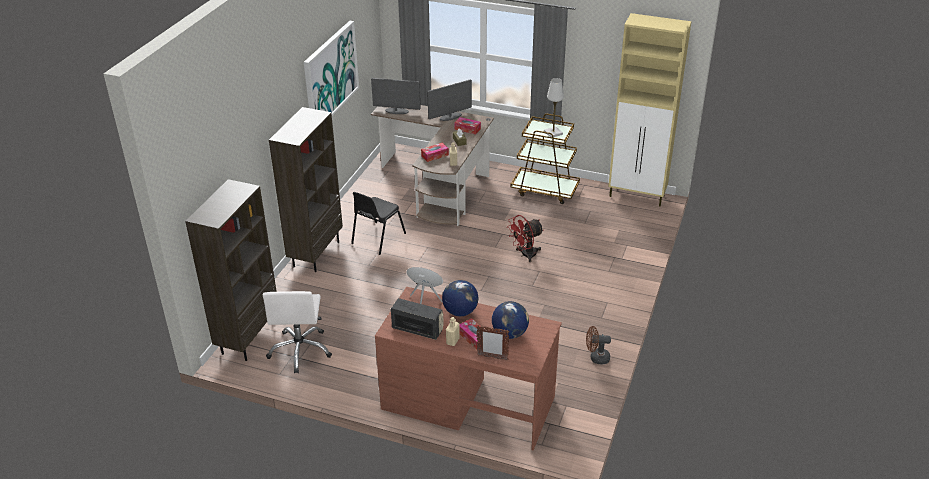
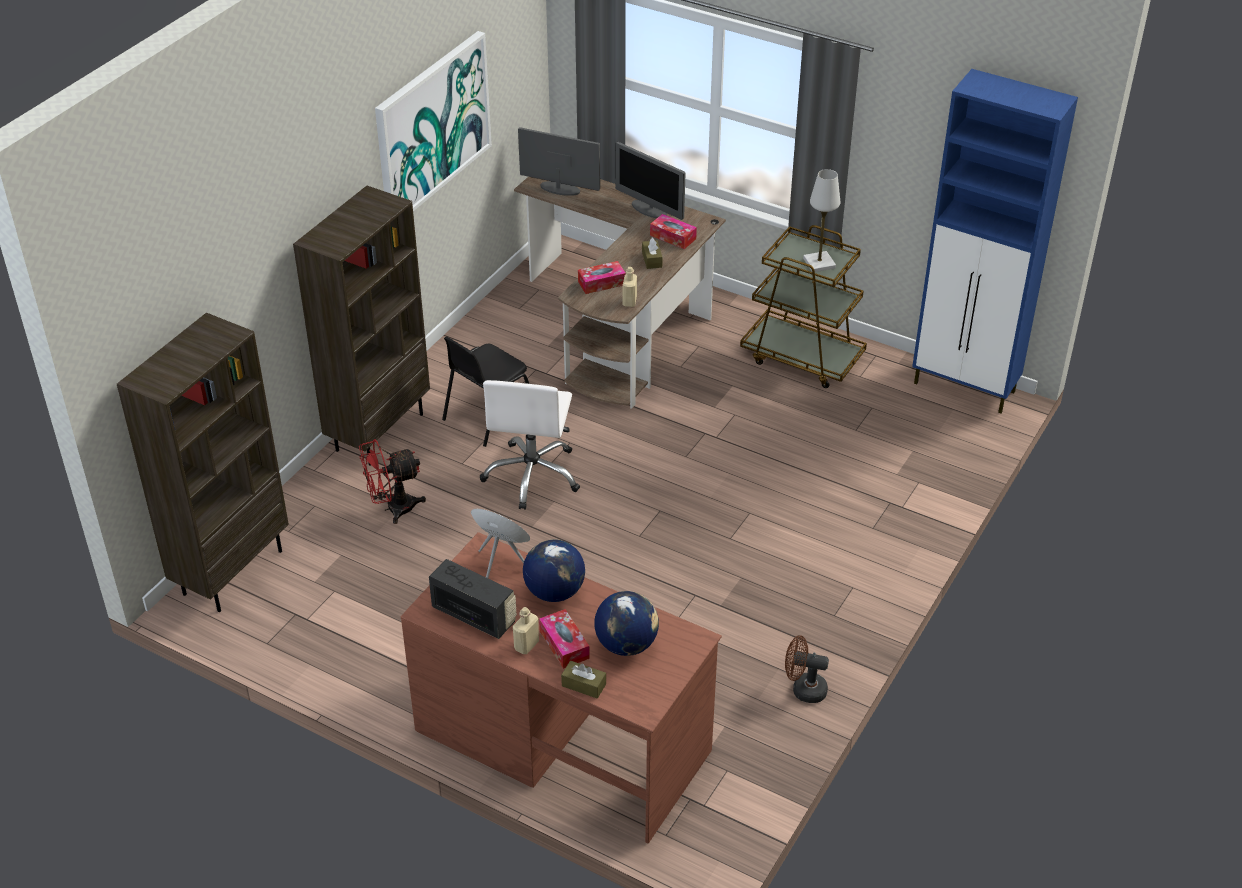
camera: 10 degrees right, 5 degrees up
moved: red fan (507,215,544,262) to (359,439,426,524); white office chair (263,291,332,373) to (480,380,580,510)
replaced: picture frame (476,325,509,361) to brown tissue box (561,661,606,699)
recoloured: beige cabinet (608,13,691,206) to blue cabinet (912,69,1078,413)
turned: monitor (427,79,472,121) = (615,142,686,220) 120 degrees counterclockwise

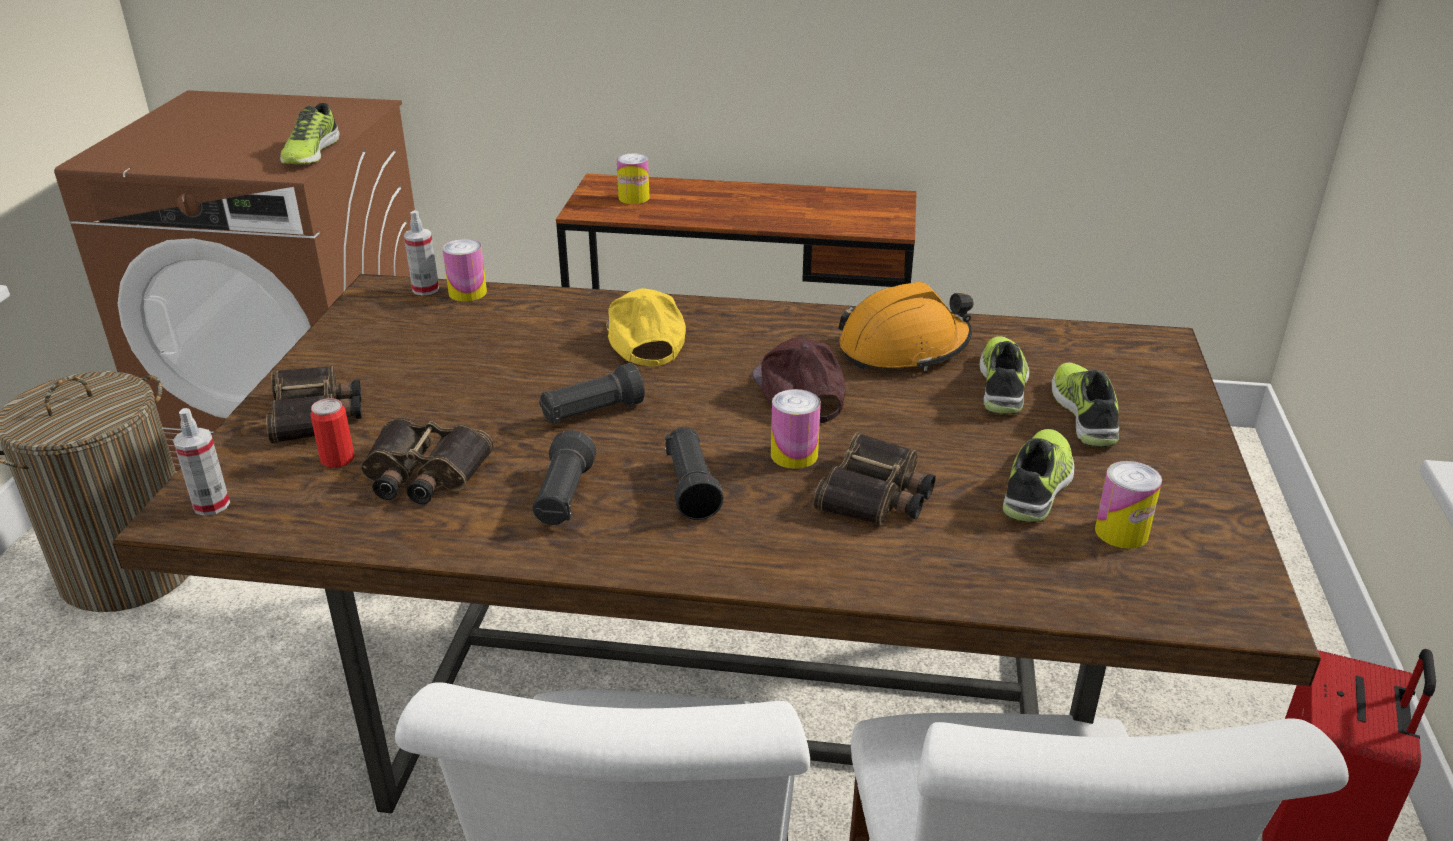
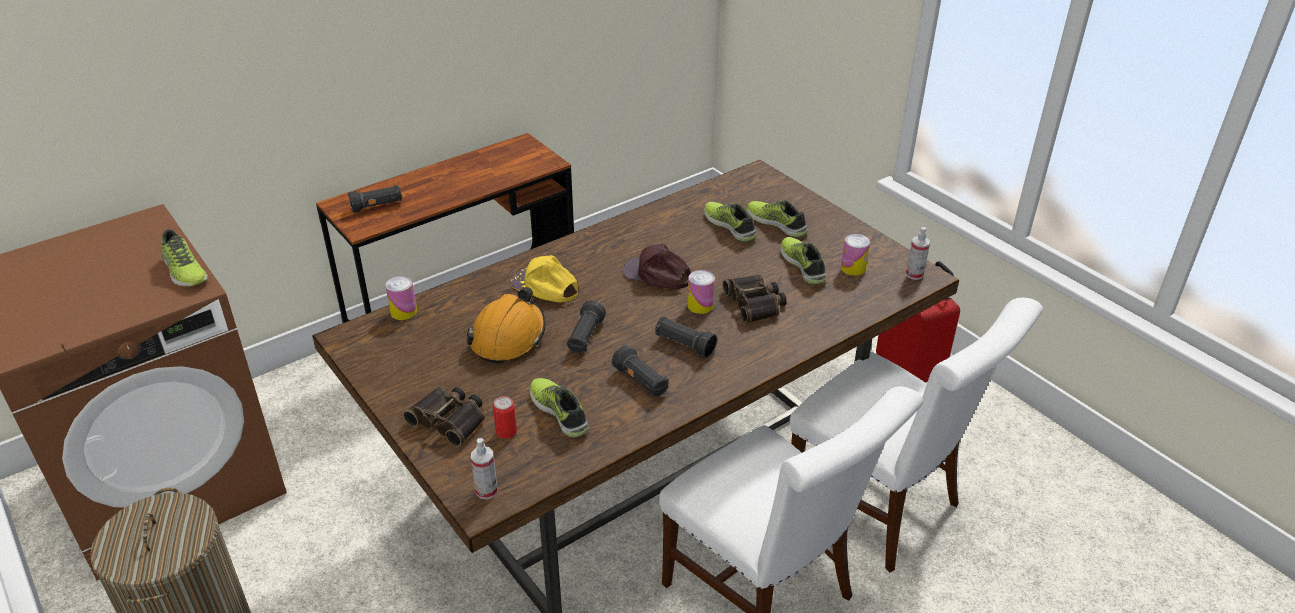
camera: 45 degrees left, 5 degrees up
moved: orange hard hat (838,282,974,371) to (467,287,546,364); spray bottle (404,210,439,296) to (906,227,930,280)
replaced: can (617,153,649,204) to black flashlight (348,185,402,213); binoculars (361,418,494,504) to shoe (530,378,589,438)

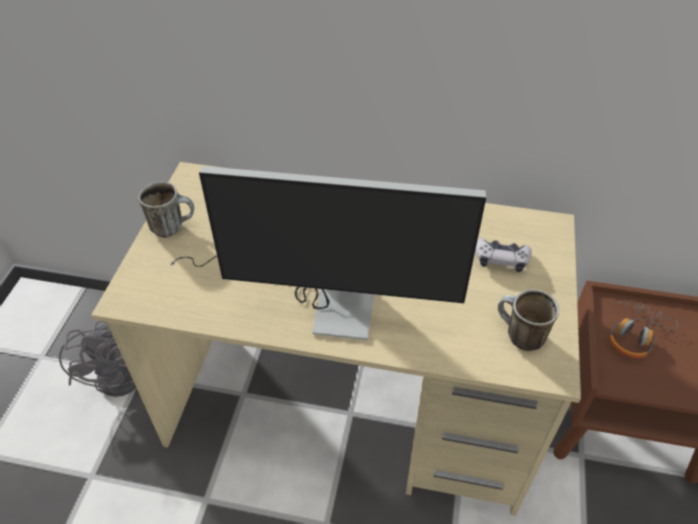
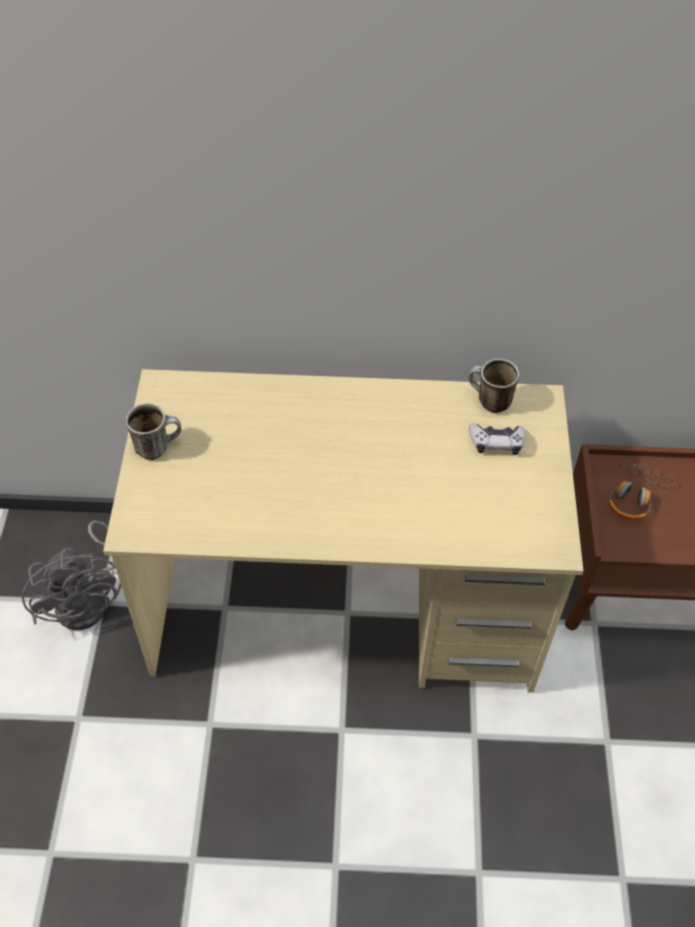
camera: 10 degrees left, 5 degrees up
removed: monitor (170,166,486,340)
moved: mug (498,289,559,351) to (468,359,519,413)

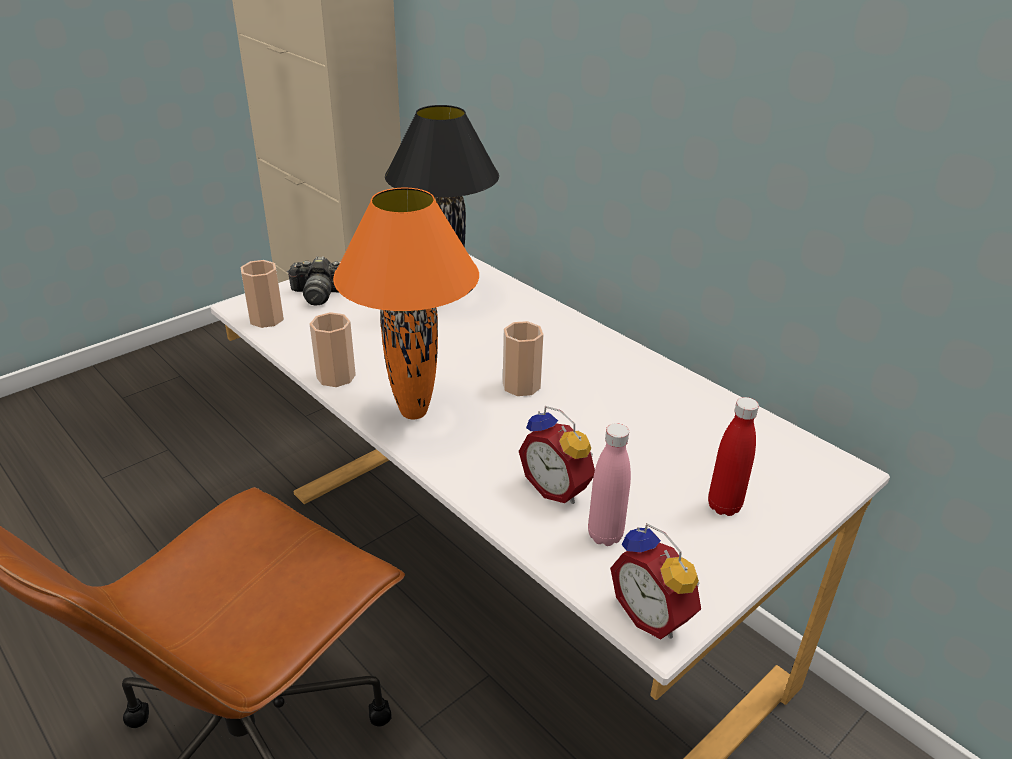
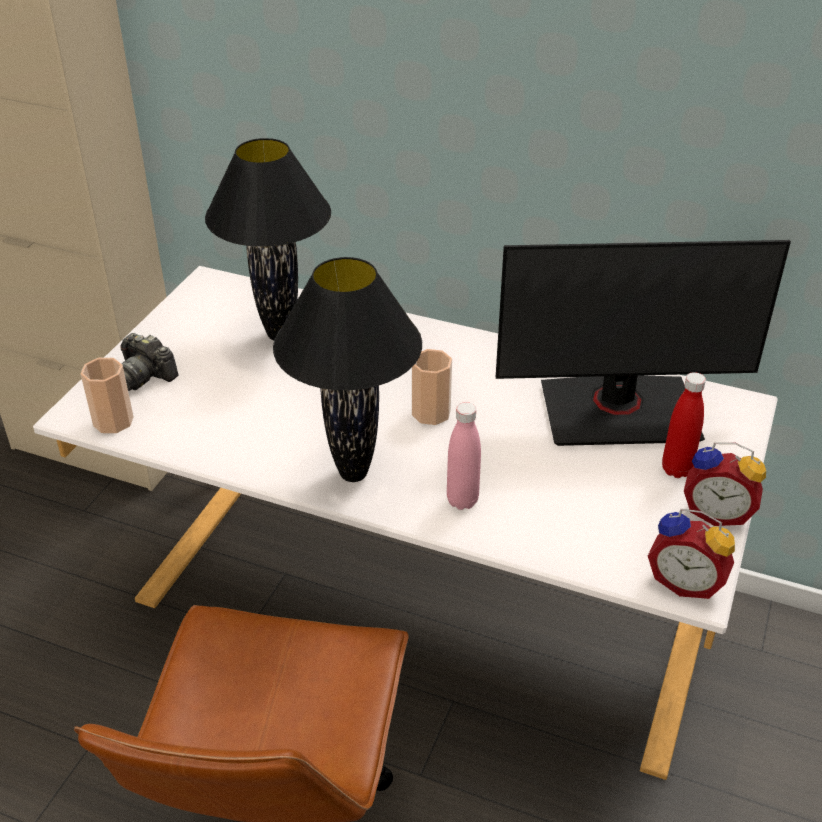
camera: 25 degrees left, 5 degrees up
removed: cup (310,312,356,387)
added: monitor (496,240,791,446)
moved: pink bottle (588,423,631,546) to (447,402,481,510); alarm clock (519,406,595,504) to (684,442,766,526)
recoloured: orange table lamp (333,188,479,419) to black table lamp (273,257,422,482)
turned: photo camera (288,256,340,305) = (120,333,179,391) 60 degrees clockwise

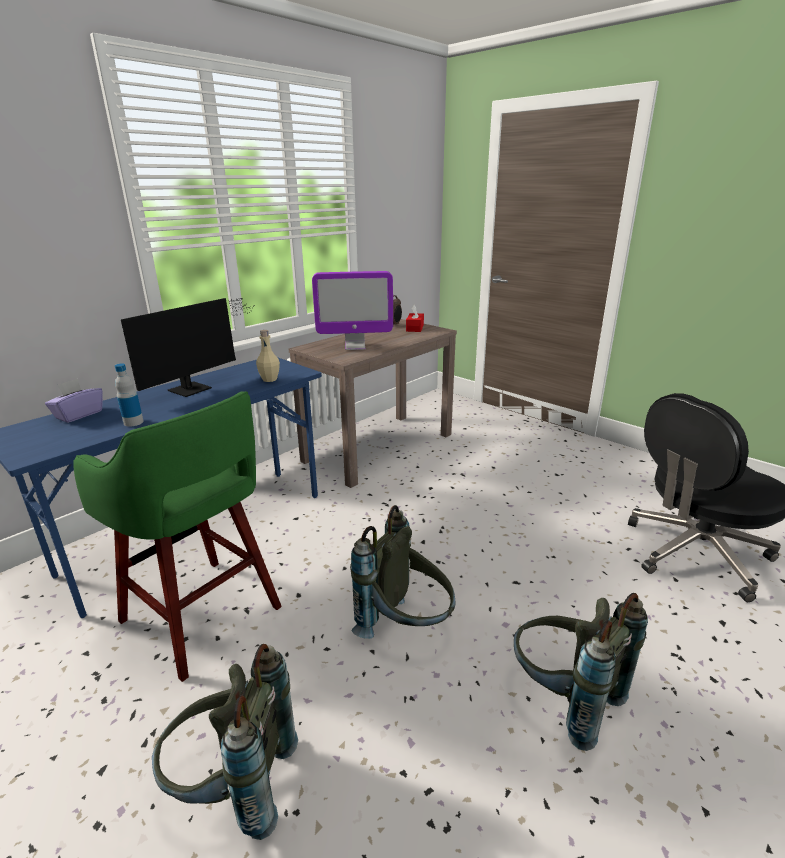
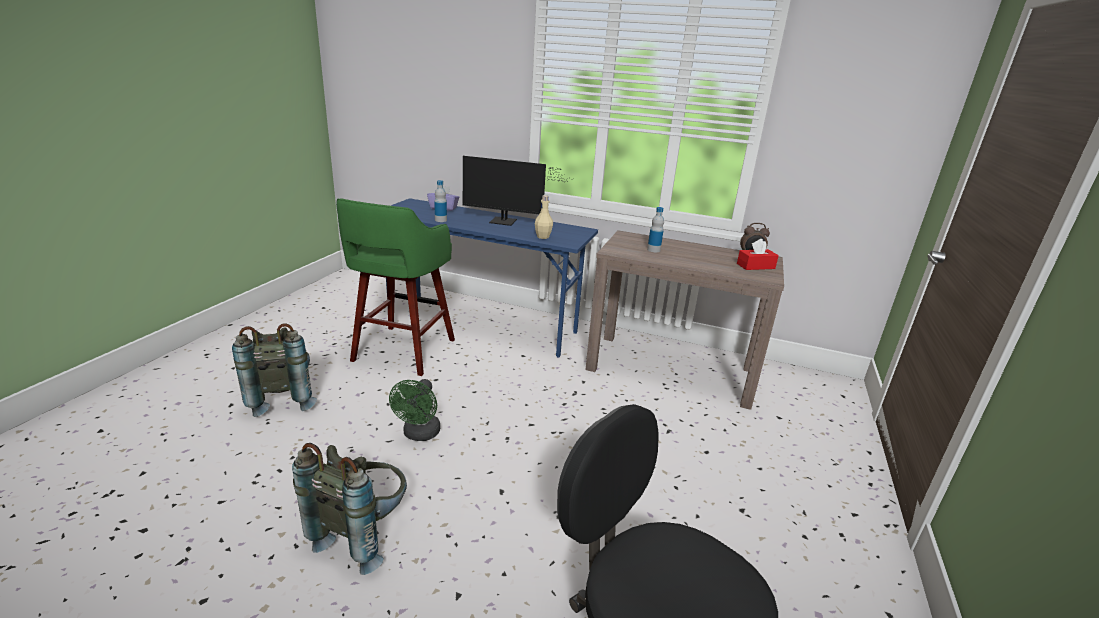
camera: 65 degrees right, 0 degrees up
replaced: grey backpack (350,505,455,639) to green fan (389,379,440,441); monitor (312,271,393,350) to bottle (647,207,664,252)

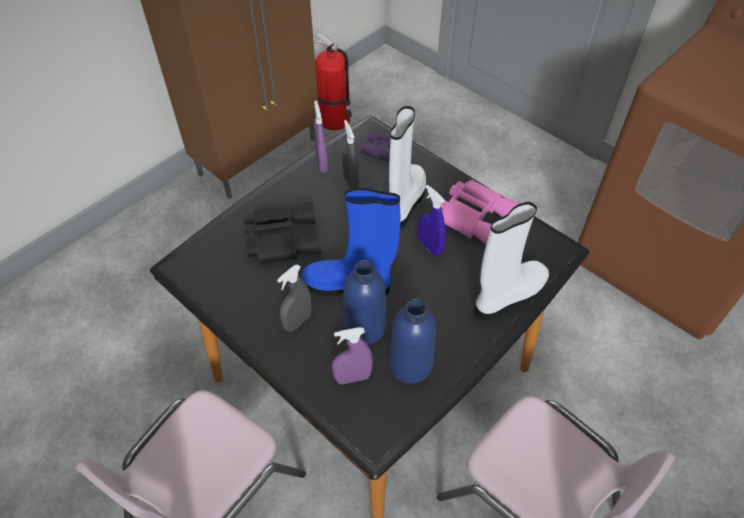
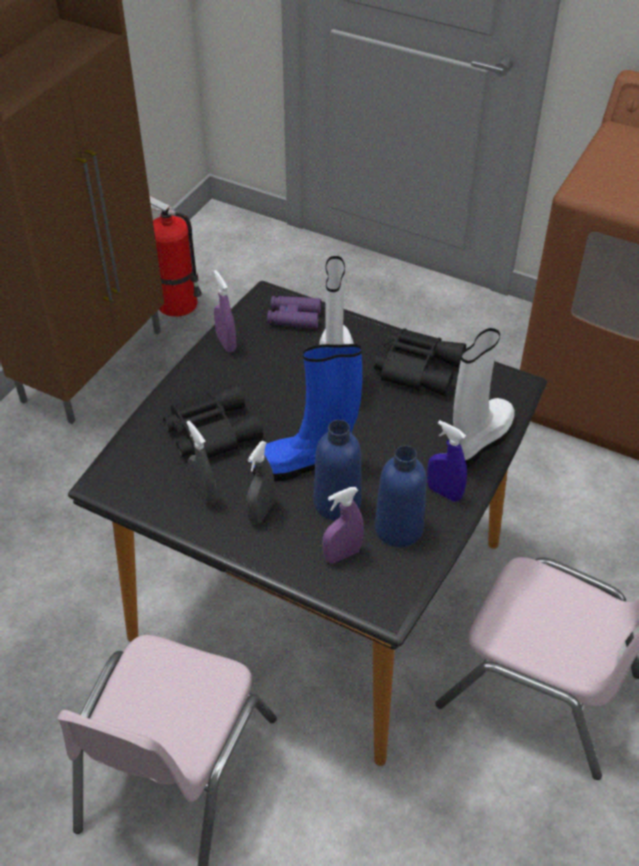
camera: 15 degrees left, 5 degrees down
moved: grey spray bottle (342,120,359,189) to (186,420,217,507); blue spray bottle (418,185,446,256) to (427,420,467,502)
recoloured: pink binoculars (440,179,521,244) to black binoculars (374,328,466,396)

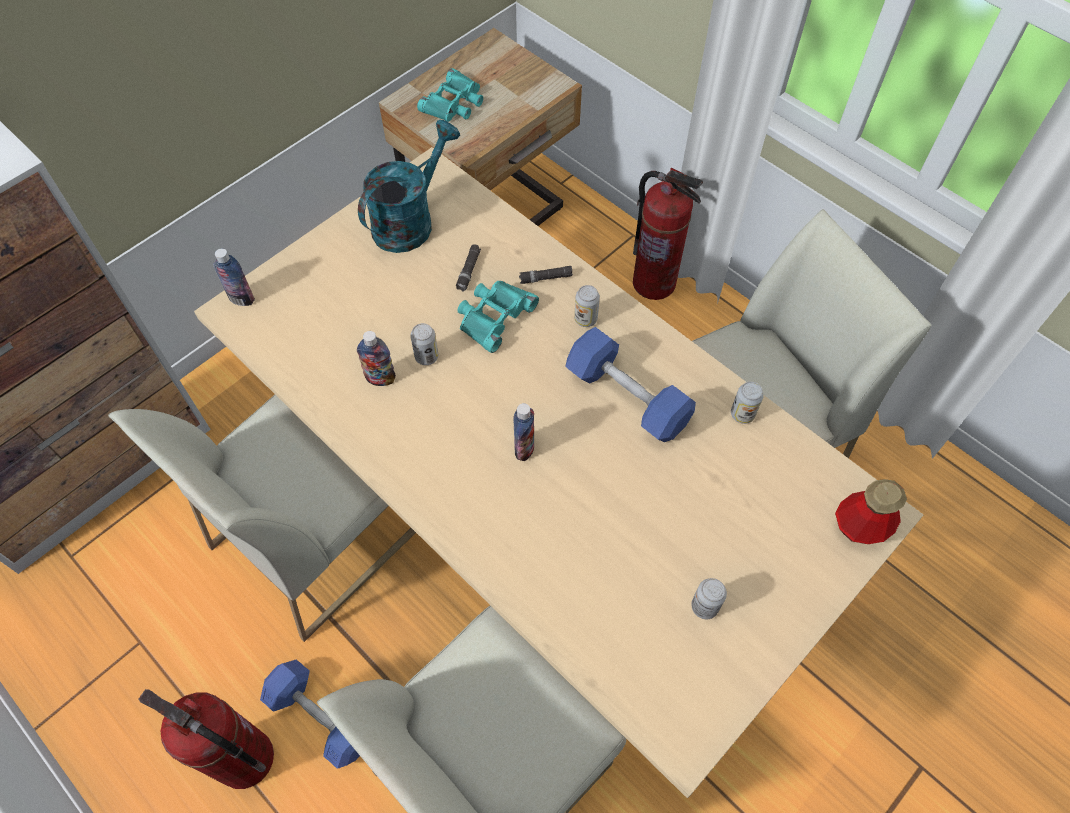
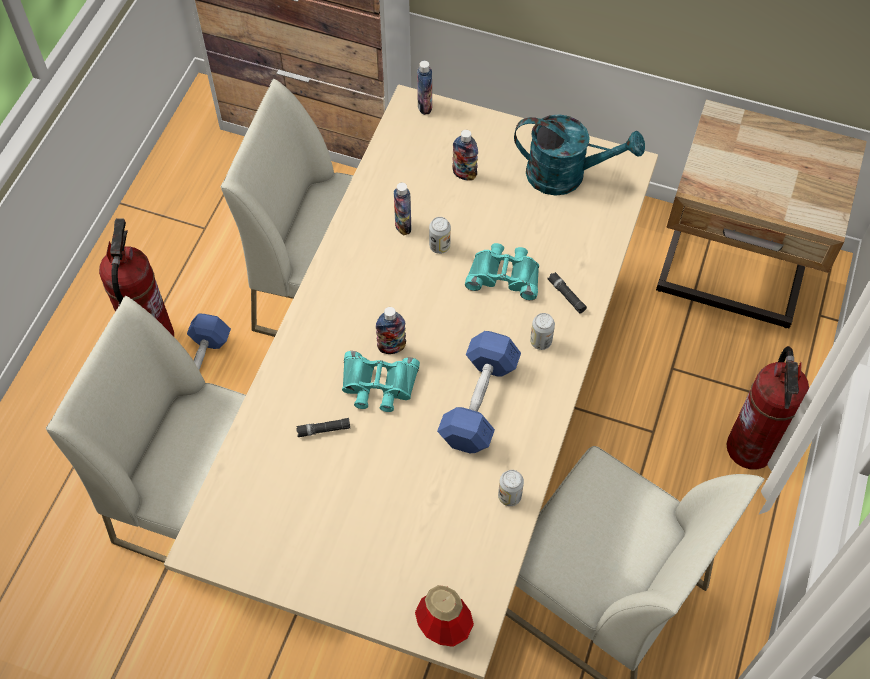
camera: 65 degrees right, 0 degrees up
removed: can (691,578,727,619)
added: bottle (452,130,478,180)
moved: black flashlight (456,244,481,292) to (296,418,350,437); turquoise binoculars (417,68,483,122) to (342,351,420,412)

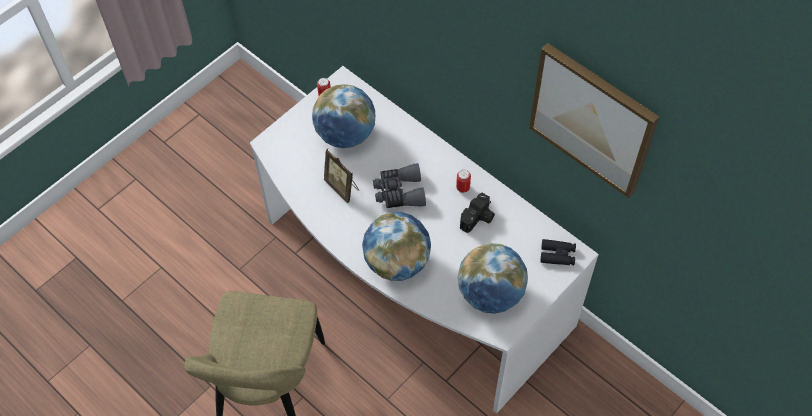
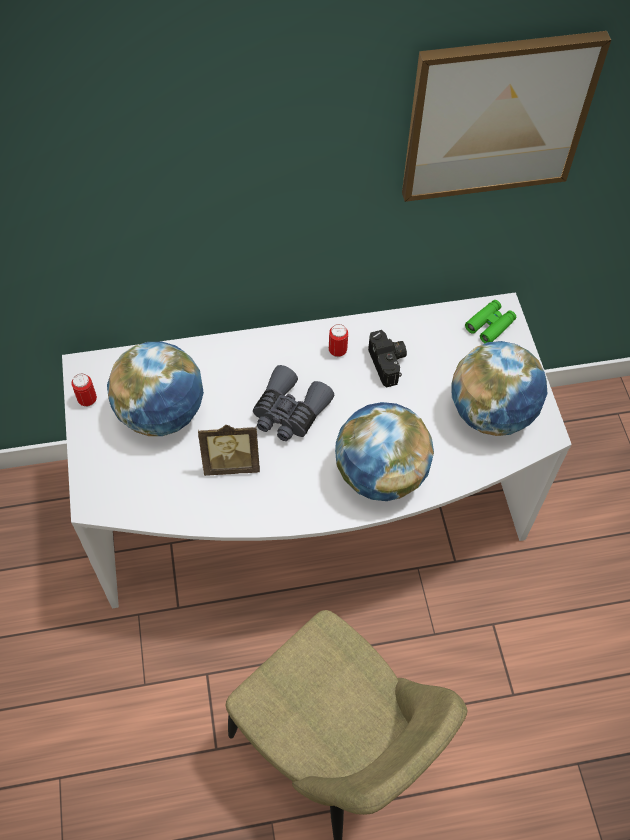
camera: 55 degrees left, 0 degrees up
recoloured: black binoculars (540,239,576,265) to green binoculars (465,300,516,343)

